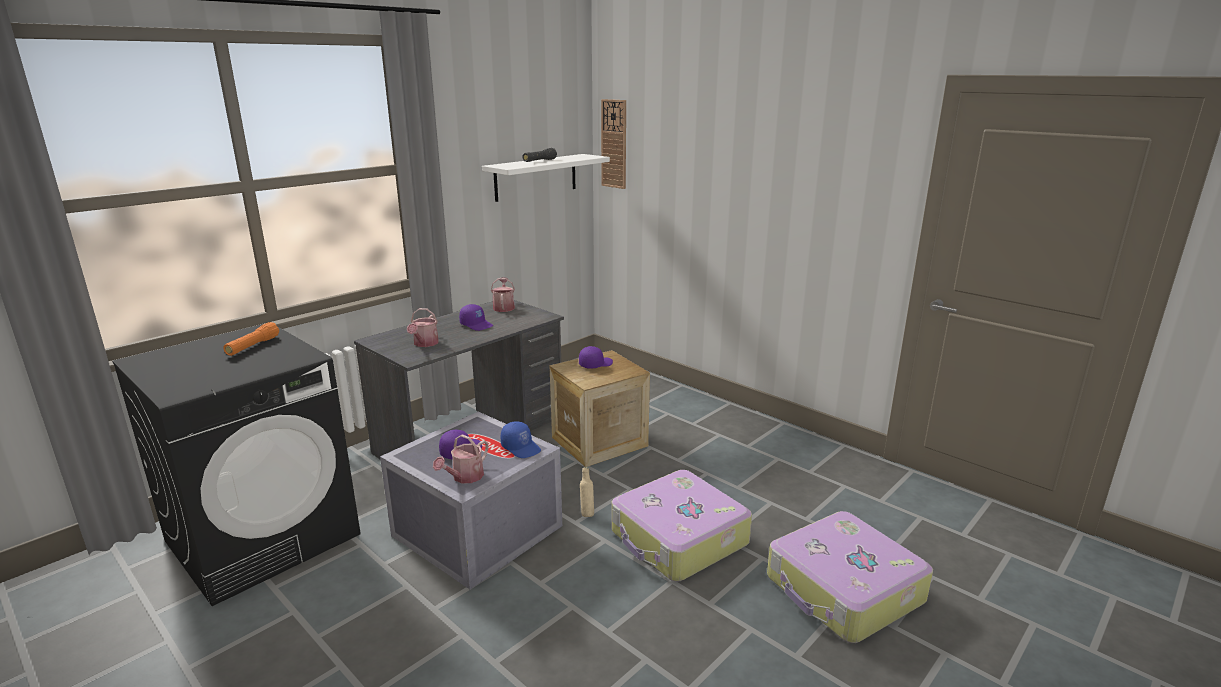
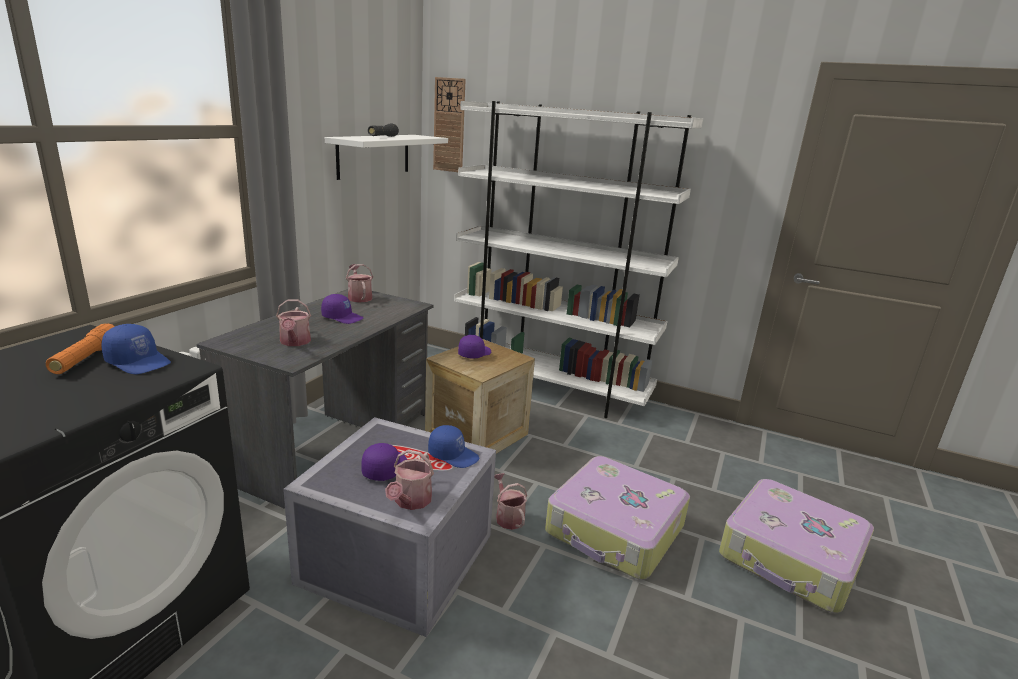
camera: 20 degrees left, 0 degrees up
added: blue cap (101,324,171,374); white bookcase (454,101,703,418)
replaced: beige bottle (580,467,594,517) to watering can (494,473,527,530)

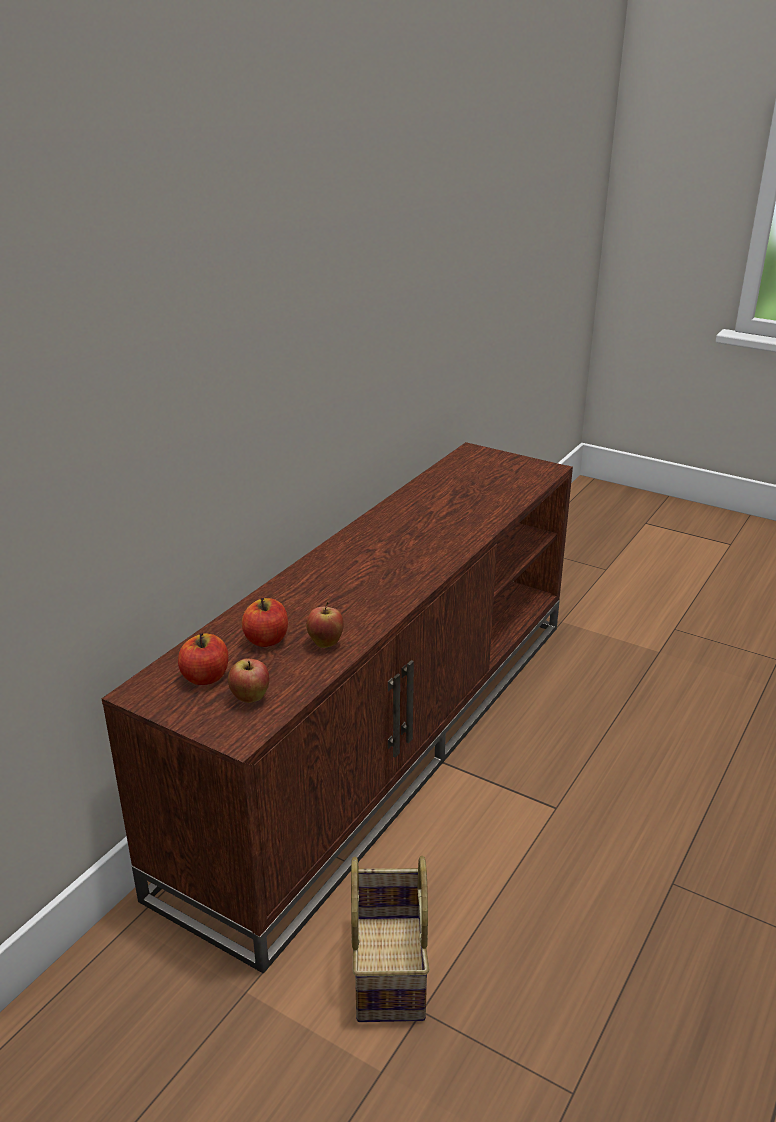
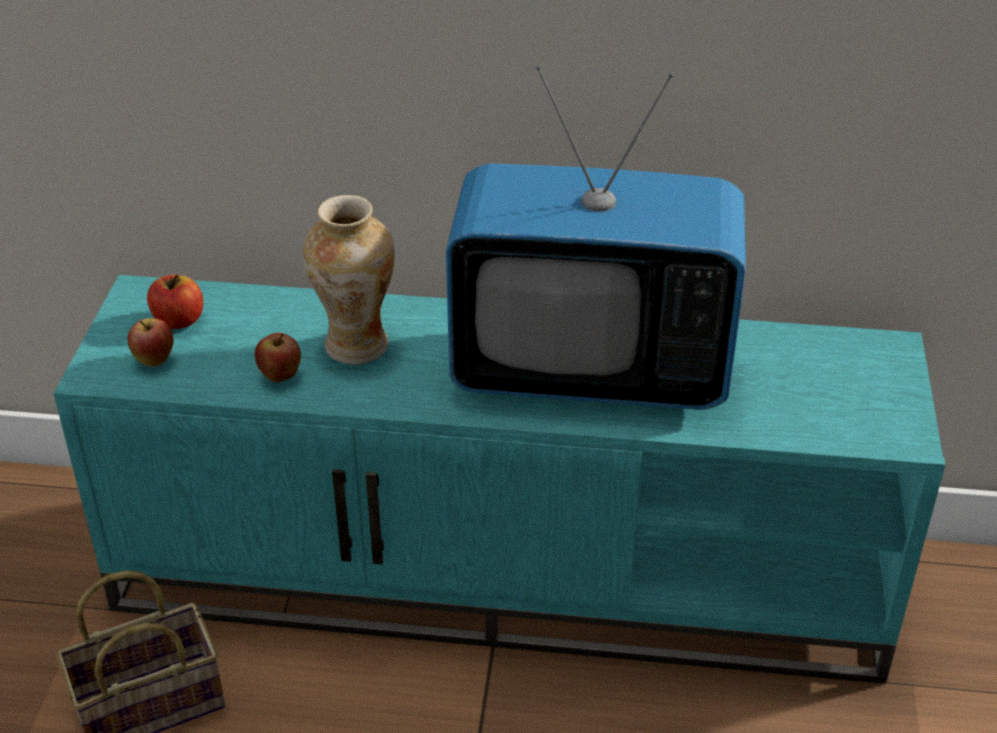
camera: 65 degrees right, 10 degrees up
removed: apple (242,598,288,647)
added: vase (303,195,395,365); television (446,66,746,410)
recoloured: brown tv stand (102,442,573,973) to turquoise tv stand (53,275,945,684)

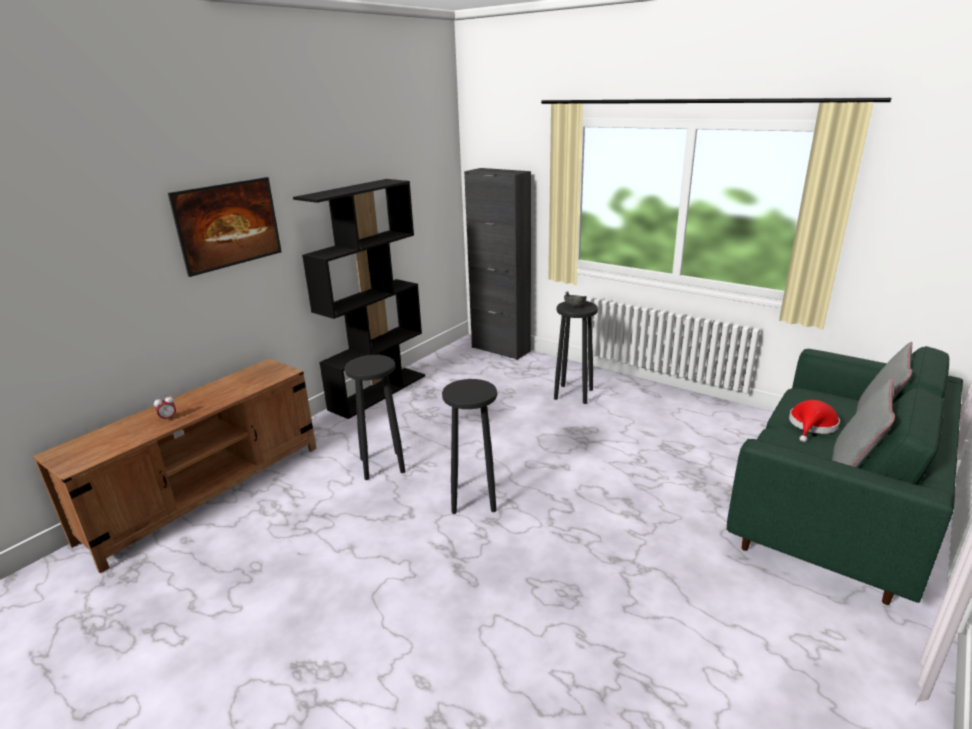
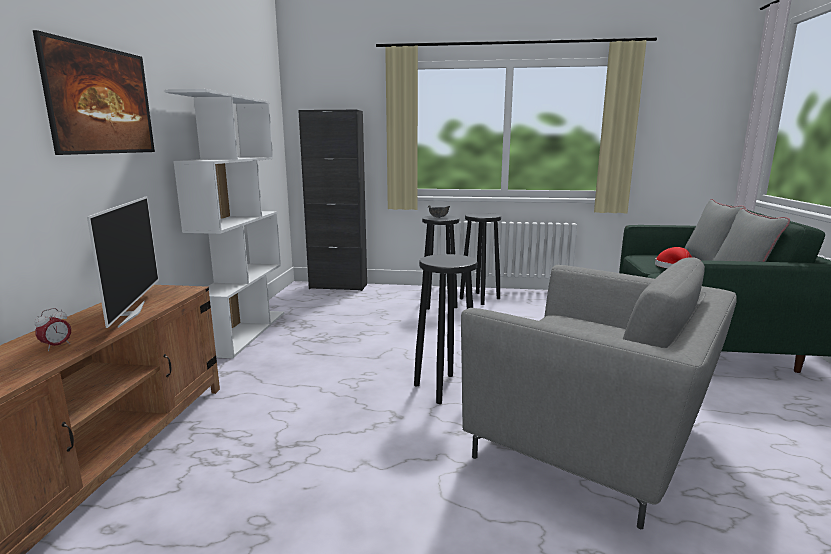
camera: 30 degrees left, 10 degrees down
added: television (87,196,159,328); grey armchair (461,257,736,529)
moved: black stool (345,355,405,480) to (460,213,501,305)
recoloured: black bookcase (293,179,425,419) to white bookcase (165,89,284,358)

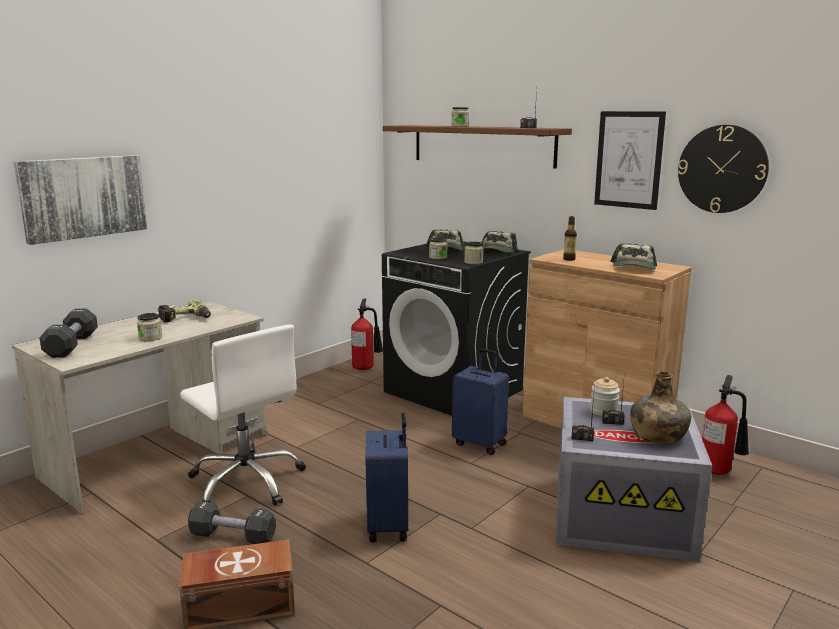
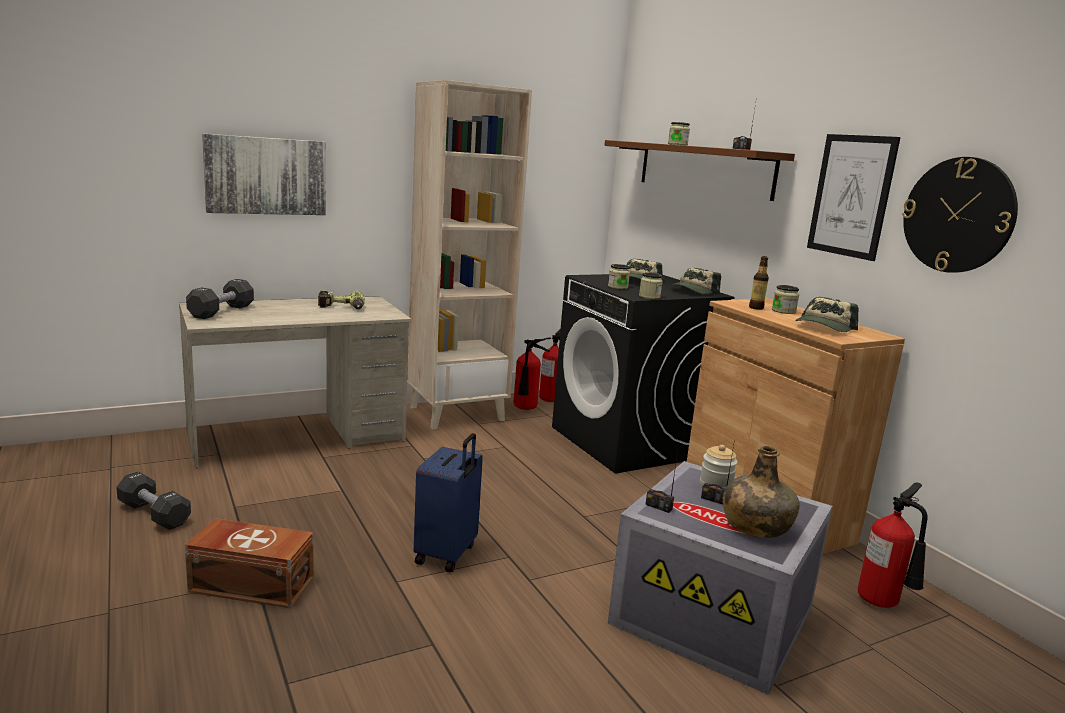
camera: 20 degrees right, 0 degrees up
removed: white office chair (180,324,306,506); blue suitcase (452,349,509,455)
added: beige bookcase (407,80,532,430); fire extinguisher (514,337,551,410)
moved: black dumbbell (188,501,276,544) to (116,471,191,530); jar (137,313,162,341) to (772,285,799,314)

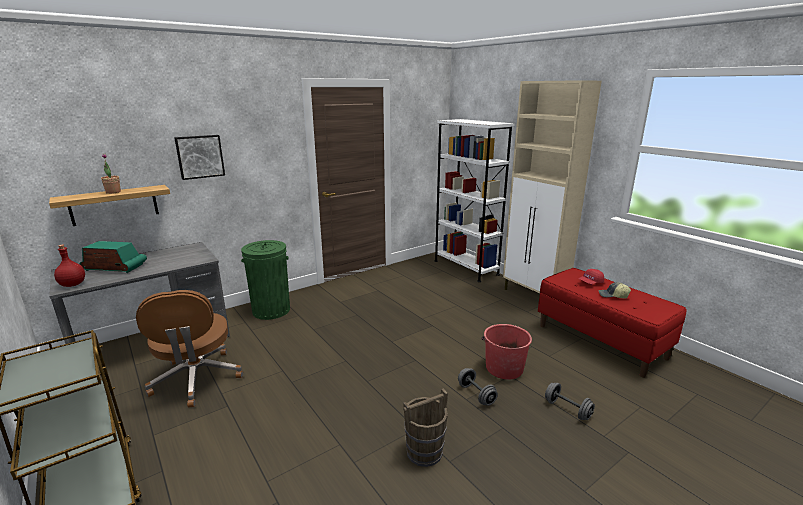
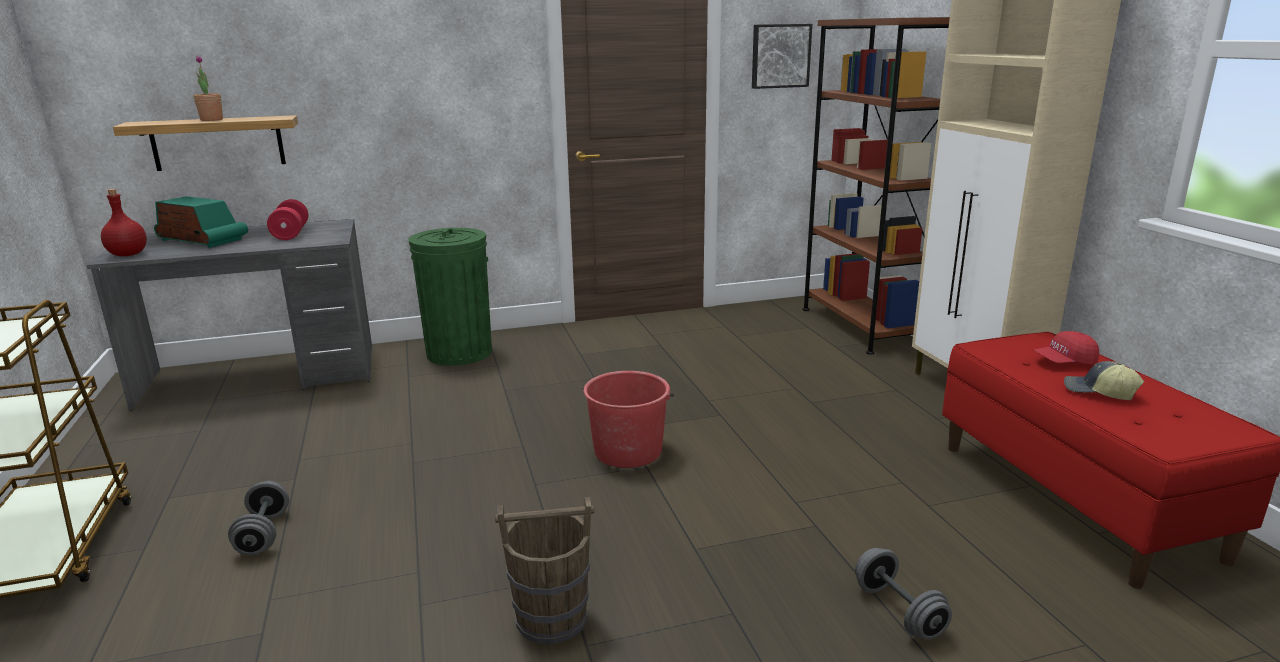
camera: 20 degrees right, 0 degrees up
removed: brown office chair (136,290,243,408)
added: red dumbbell (267,199,308,240)
moved: grey dumbbell (458,368,498,406) to (228,481,289,555); red bucket (481,324,532,379) to (582,371,674,468); picture (174,135,225,180) to (752,24,812,89)
recoloured: white bookcase (434,119,515,282) to brown bookcase (802,17,950,355)

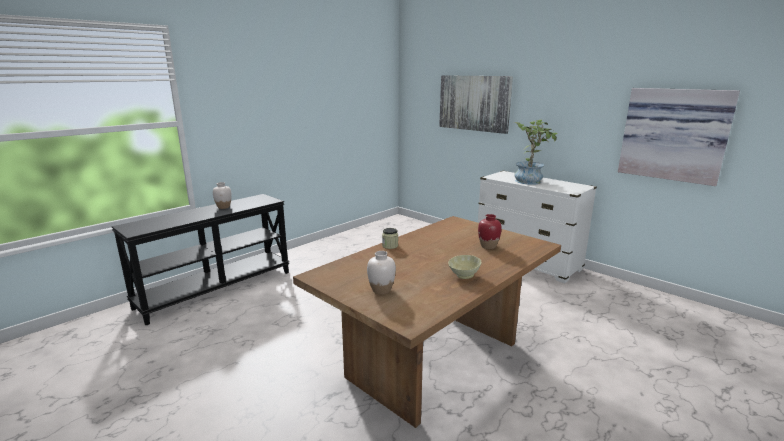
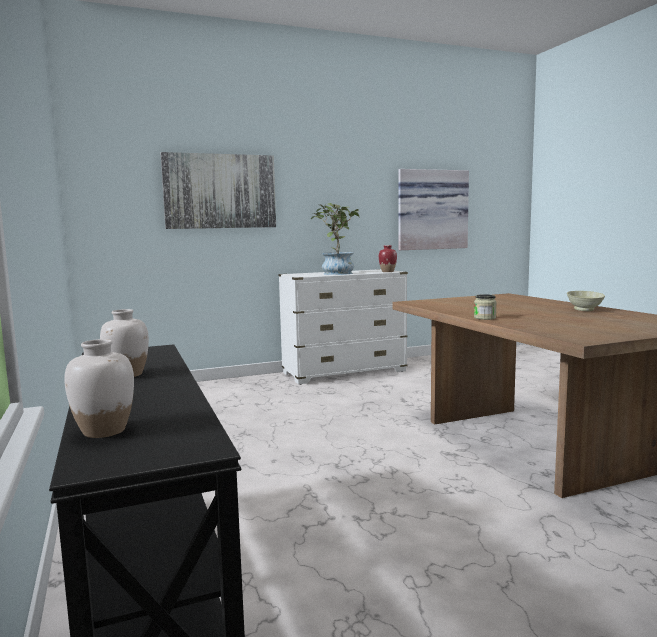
camera: 65 degrees left, 10 degrees down
moved: white vase (367,251,396,295) to (64,339,134,438); red vase (478,214,502,249) to (379,245,397,272)

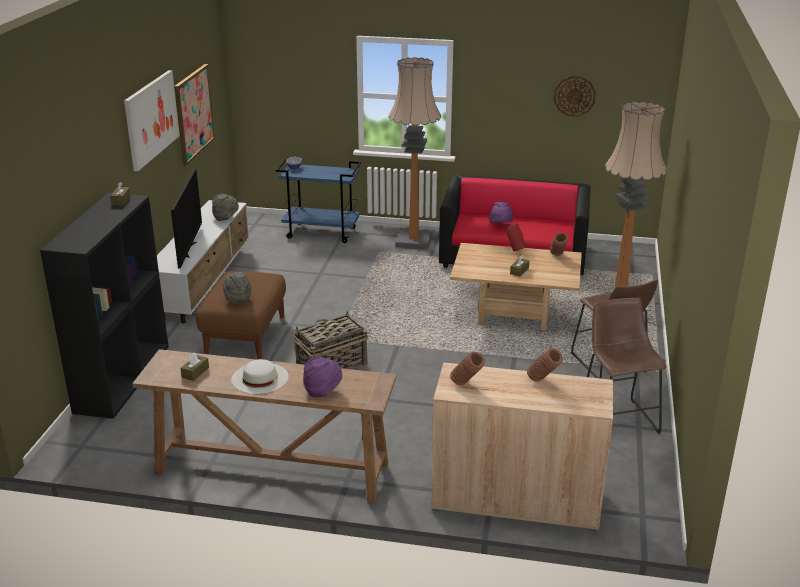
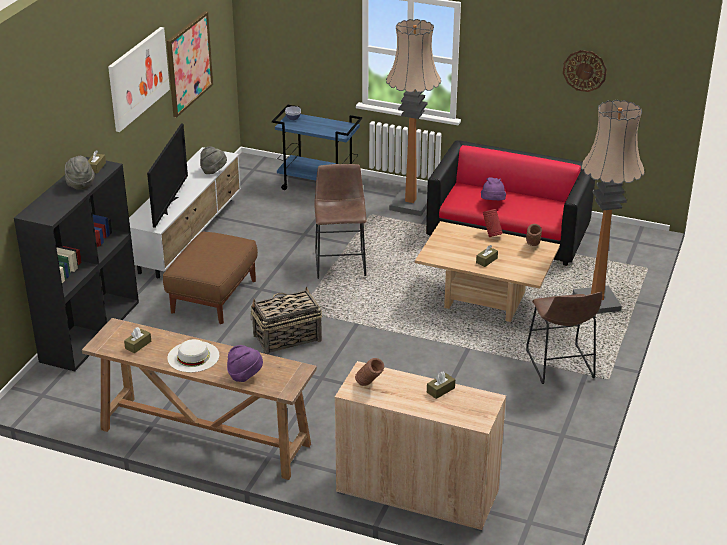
camera: 10 degrees right, 5 degrees up
moved: grey hat (223,272,252,304) to (65,156,95,190); brown stool (587,298,667,434) to (314,164,367,279)
replaced: brown vase (527,348,563,382) to brown tissue box (427,371,455,399)

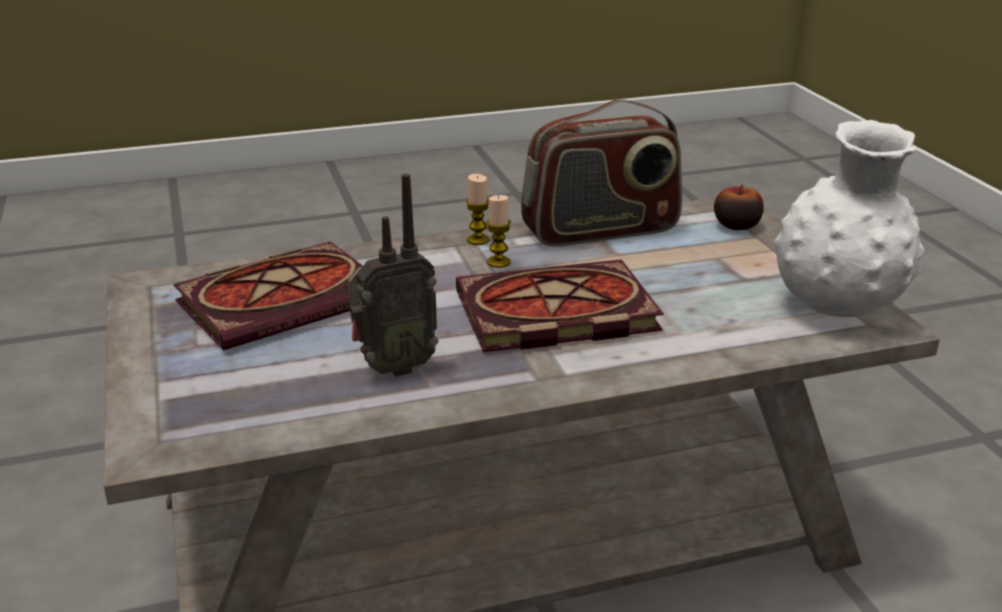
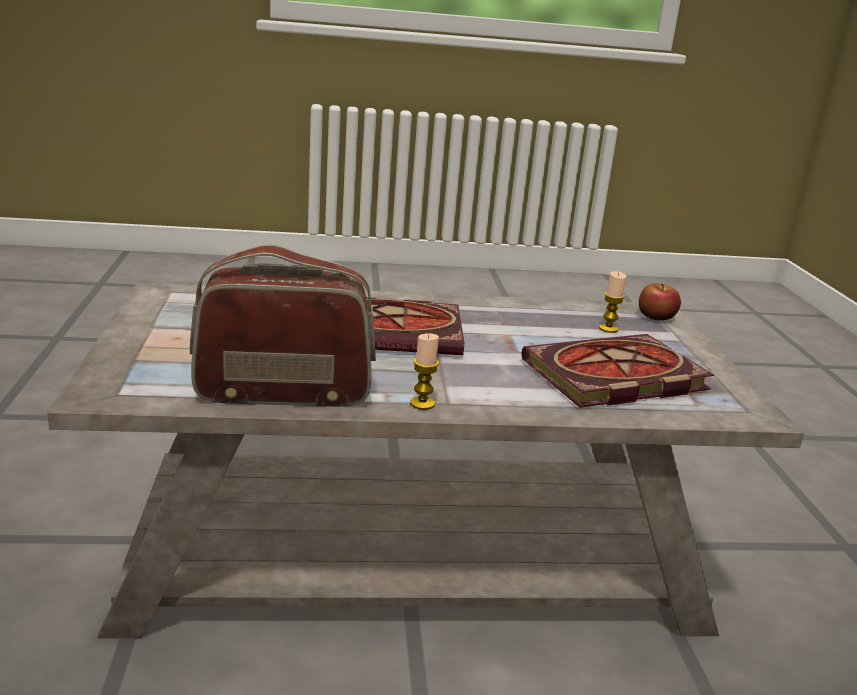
camera: 170 degrees left, 5 degrees down
removed: radio (348,174,439,377); white vase (774,120,925,317)
moved: candle (486,195,511,268) to (599,271,626,333); apple (714,184,764,230) to (639,284,681,320)

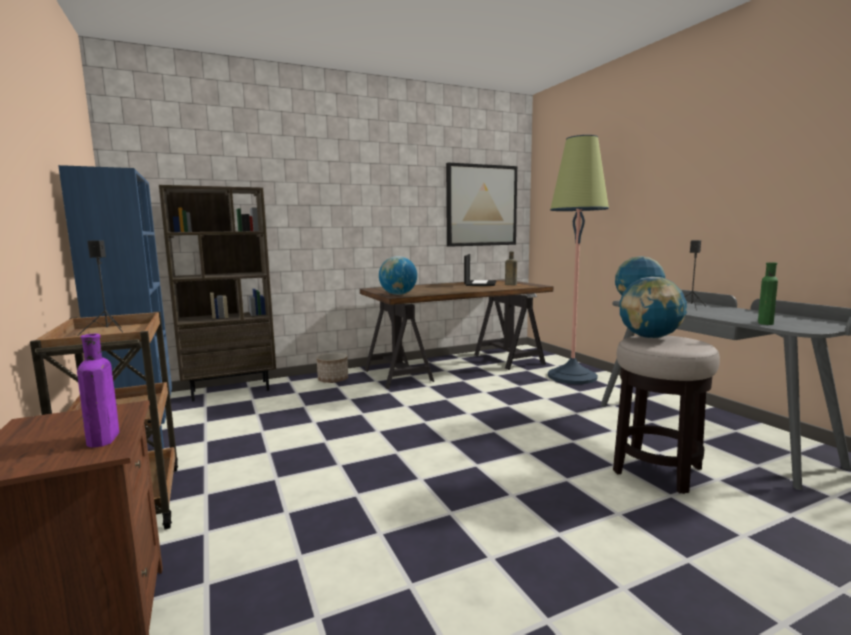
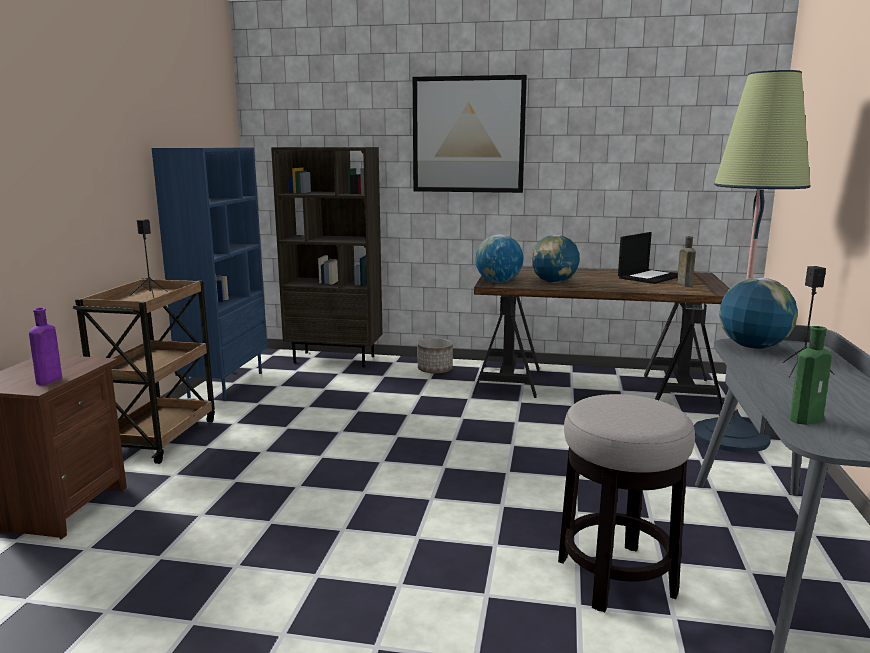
camera: 35 degrees right, 5 degrees up
moved: picture (446,163,517,247) to (413,75,527,193); globe (619,277,687,338) to (531,235,580,283)

